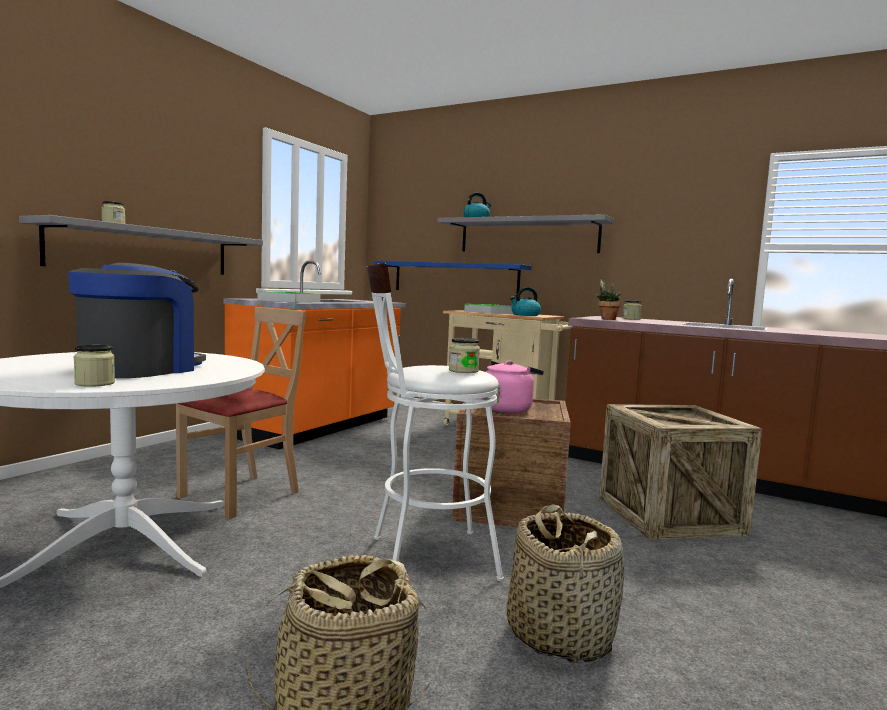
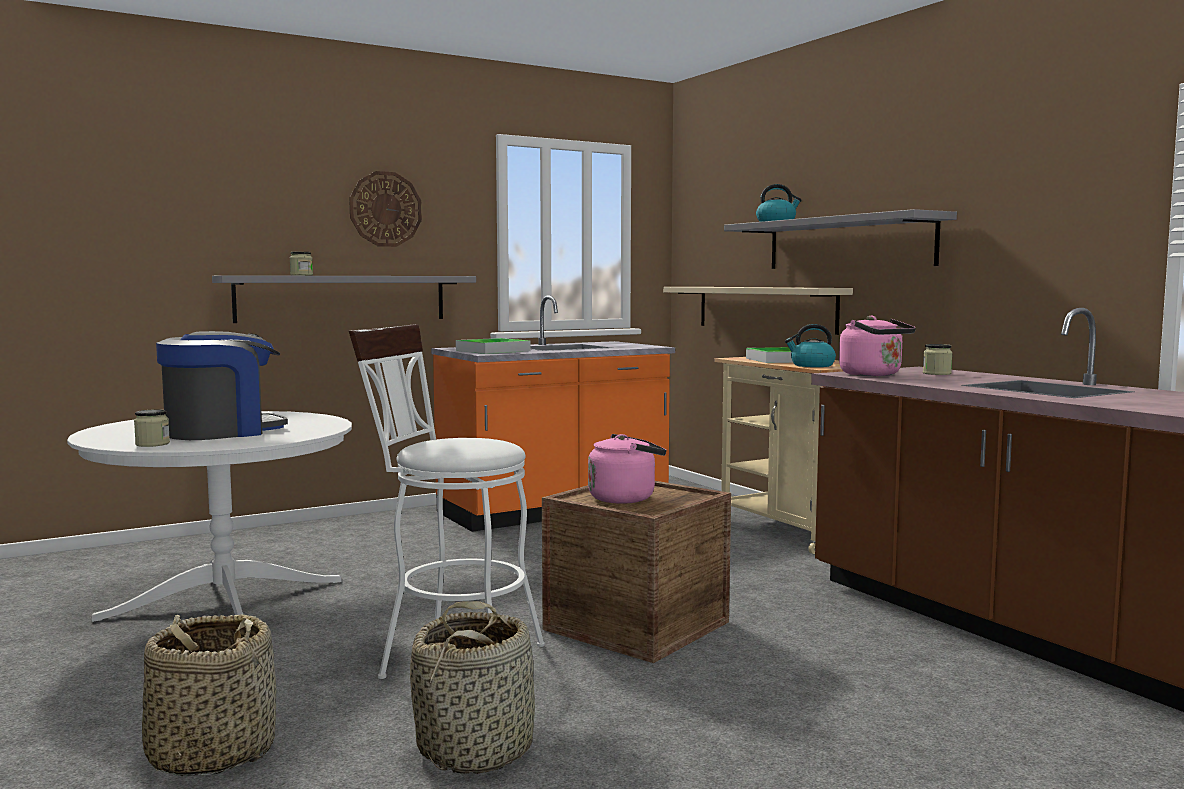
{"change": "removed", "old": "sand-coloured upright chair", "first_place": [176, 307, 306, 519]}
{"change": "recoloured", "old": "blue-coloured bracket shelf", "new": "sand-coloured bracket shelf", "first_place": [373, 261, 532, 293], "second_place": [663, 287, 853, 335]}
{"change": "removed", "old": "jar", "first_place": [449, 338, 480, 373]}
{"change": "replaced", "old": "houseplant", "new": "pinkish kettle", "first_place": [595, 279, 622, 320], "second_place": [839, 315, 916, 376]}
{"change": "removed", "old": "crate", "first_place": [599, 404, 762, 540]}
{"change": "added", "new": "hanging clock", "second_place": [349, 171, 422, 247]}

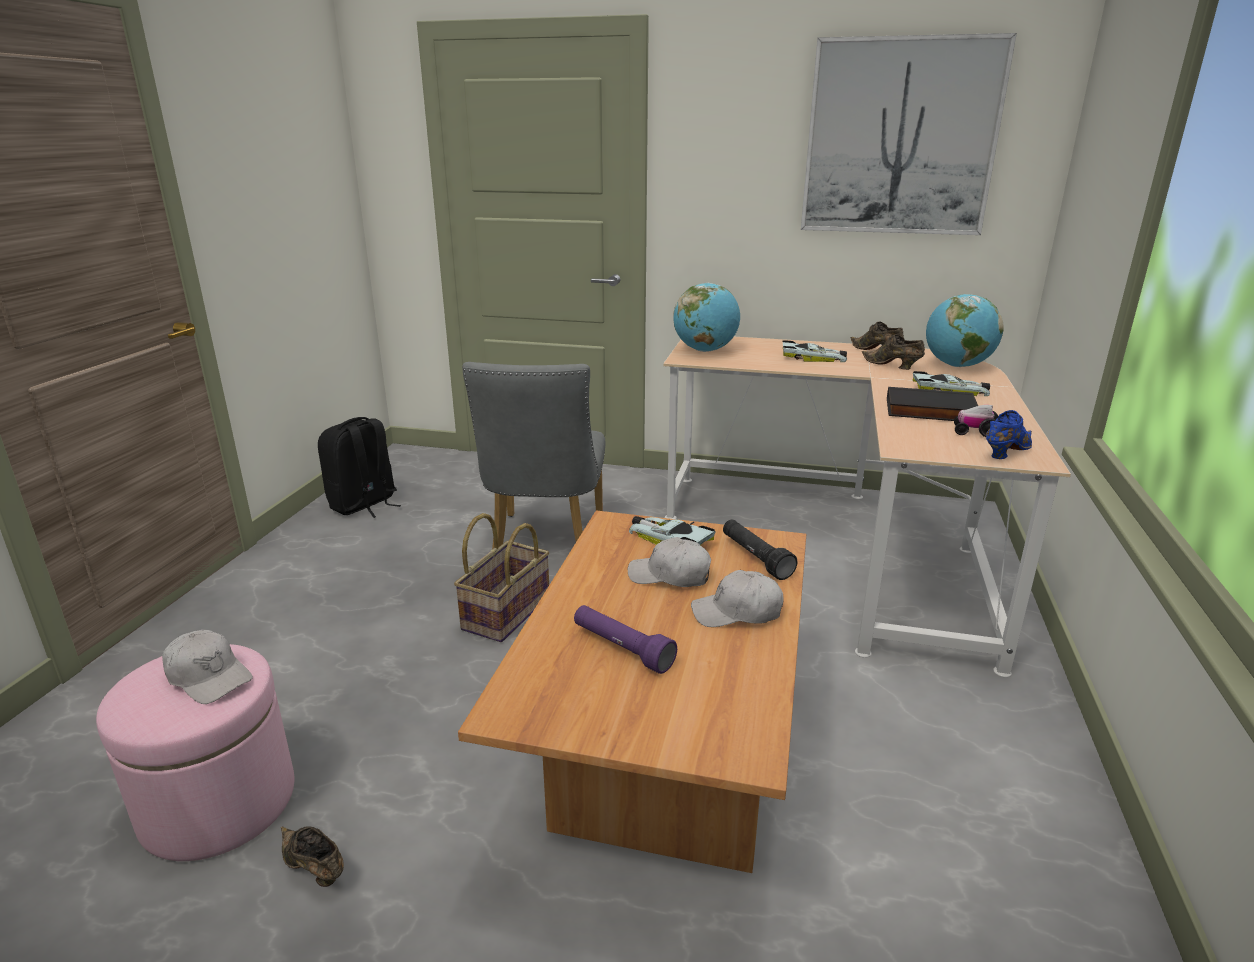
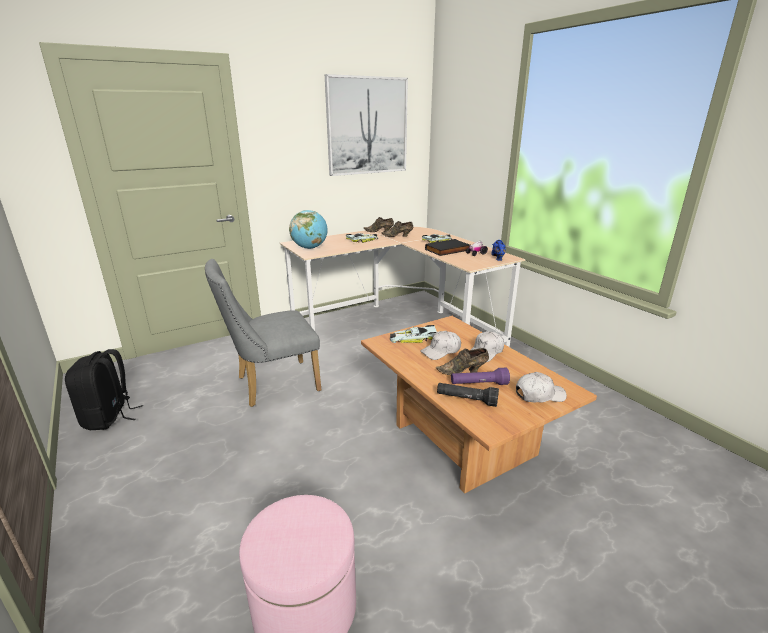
{"change": "moved", "old": "white cap", "first_place": [162, 630, 253, 704], "second_place": [516, 372, 567, 403]}
{"change": "moved", "old": "brownish shoe", "first_place": [281, 826, 344, 887], "second_place": [436, 348, 489, 375]}
{"change": "removed", "old": "household basket", "first_place": [454, 513, 549, 642]}
{"change": "turned", "old": "grey upright chair", "first_place": [462, 362, 605, 549], "second_place": [205, 259, 321, 407], "degrees": 105}
{"change": "moved", "old": "black-coloured hand torch", "first_place": [723, 519, 797, 580], "second_place": [437, 383, 499, 407]}
{"change": "removed", "old": "globe", "first_place": [926, 294, 1004, 367]}

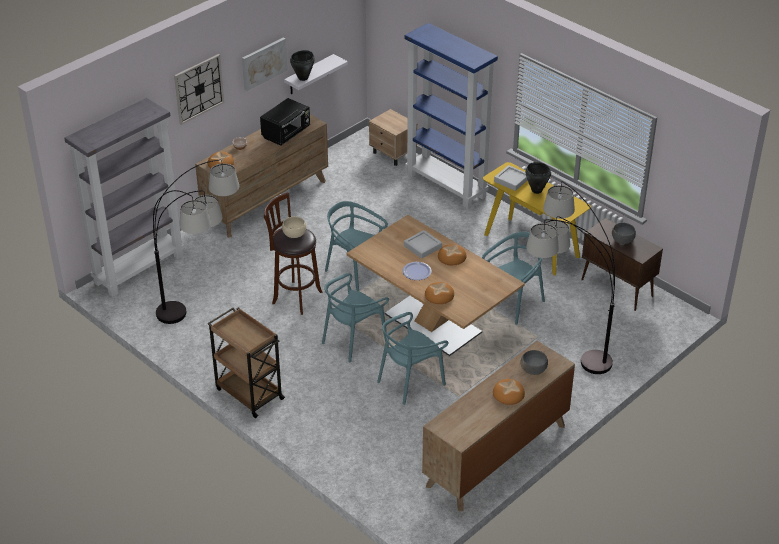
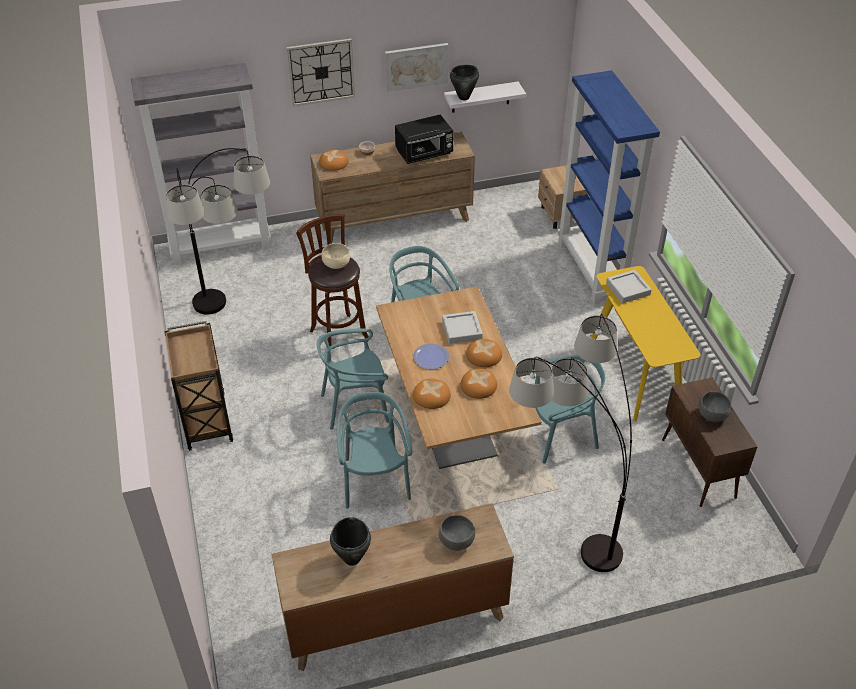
{"change": "turned", "old": "turquoise-coloured upright chair", "first_place": [377, 312, 448, 405], "second_place": [337, 392, 412, 509], "degrees": 90}
{"change": "moved", "old": "bakery bread", "first_place": [493, 379, 525, 405], "second_place": [461, 368, 497, 399]}
{"change": "moved", "old": "black-coloured stockpot", "first_place": [526, 162, 551, 194], "second_place": [330, 517, 371, 566]}

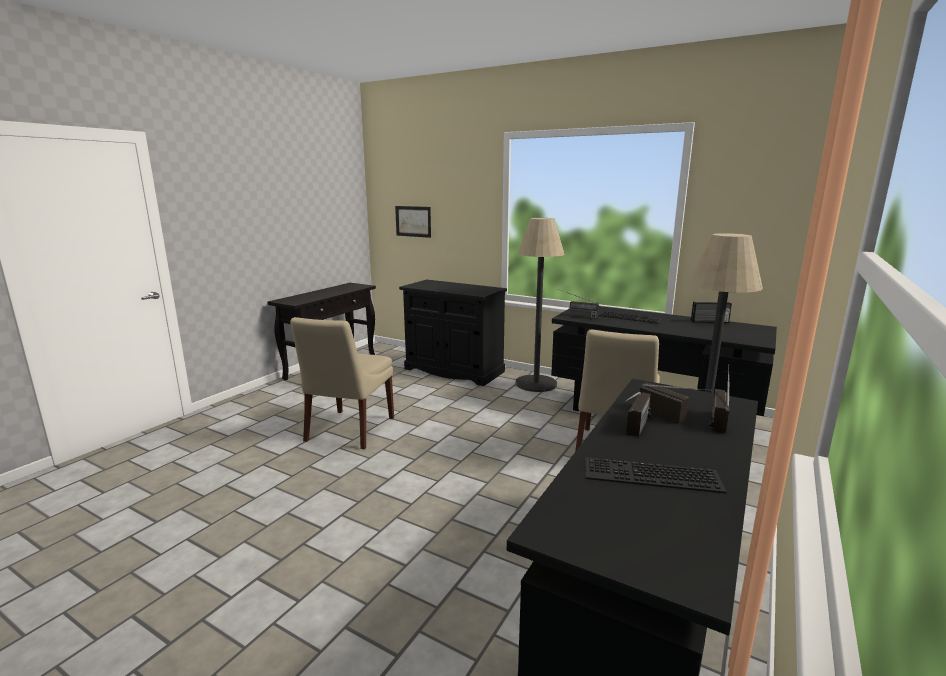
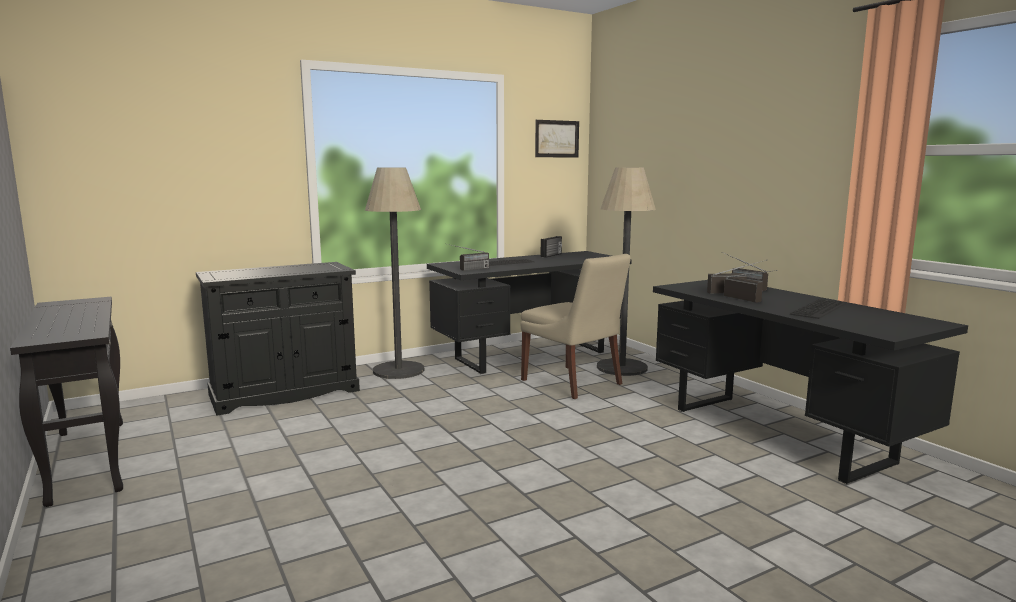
{"change": "removed", "old": "sand-coloured upright chair", "first_place": [290, 317, 394, 449]}
{"change": "moved", "old": "picture", "first_place": [395, 206, 431, 238], "second_place": [535, 120, 579, 158]}

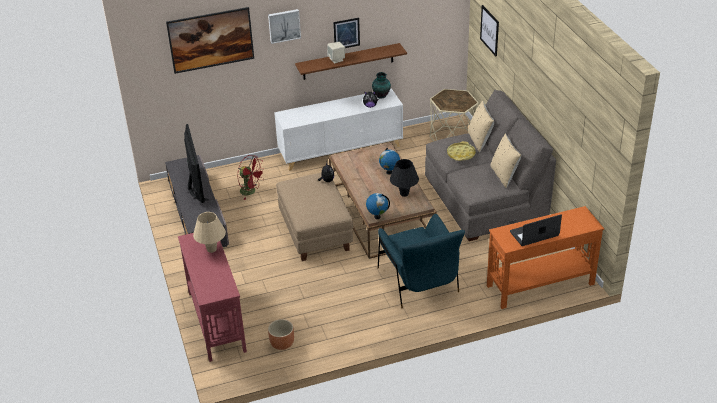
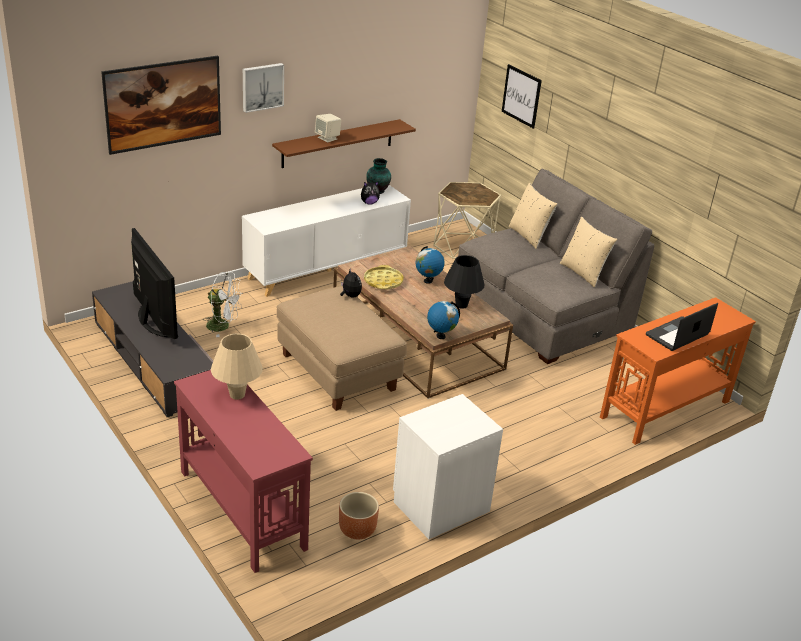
{"change": "recoloured", "old": "red-coloured cooling fan", "new": "white cooling fan", "first_place": [238, 155, 265, 200], "second_place": [203, 272, 243, 337]}
{"change": "removed", "old": "picture", "first_place": [333, 18, 360, 48]}
{"change": "removed", "old": "blue-coloured easy chair", "first_place": [378, 214, 465, 308]}
{"change": "moved", "old": "yellowish tray", "first_place": [447, 141, 476, 161], "second_place": [364, 265, 404, 289]}
{"change": "added", "new": "white nightstand", "second_place": [393, 394, 503, 539]}

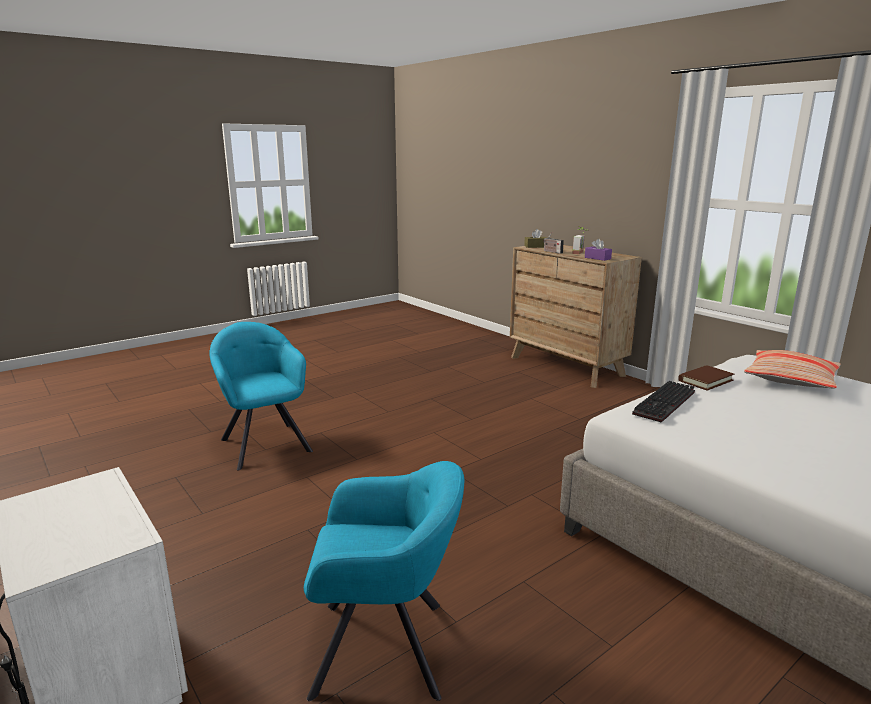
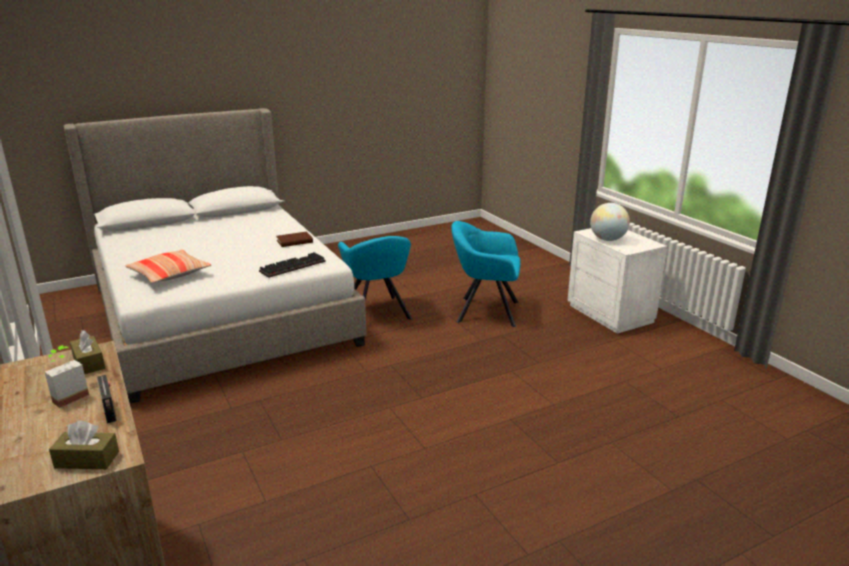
{"change": "moved", "old": "turquoise-coloured easy chair", "first_place": [209, 322, 313, 470], "second_place": [338, 236, 412, 320]}
{"change": "recoloured", "old": "purplish tissue box", "new": "brownish tissue box", "first_place": [585, 239, 612, 261], "second_place": [70, 330, 105, 374]}
{"change": "moved", "old": "brownish volume", "first_place": [678, 365, 734, 391], "second_place": [276, 232, 313, 247]}
{"change": "added", "new": "globe", "second_place": [590, 203, 630, 241]}

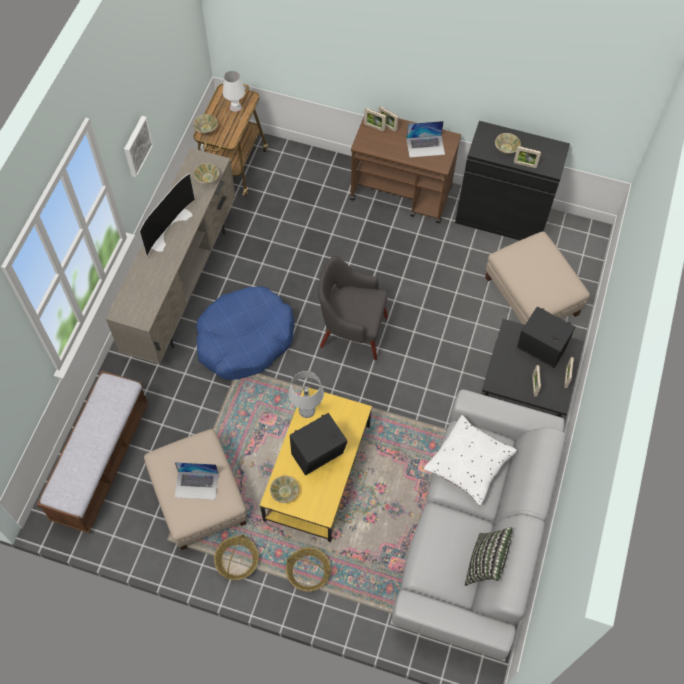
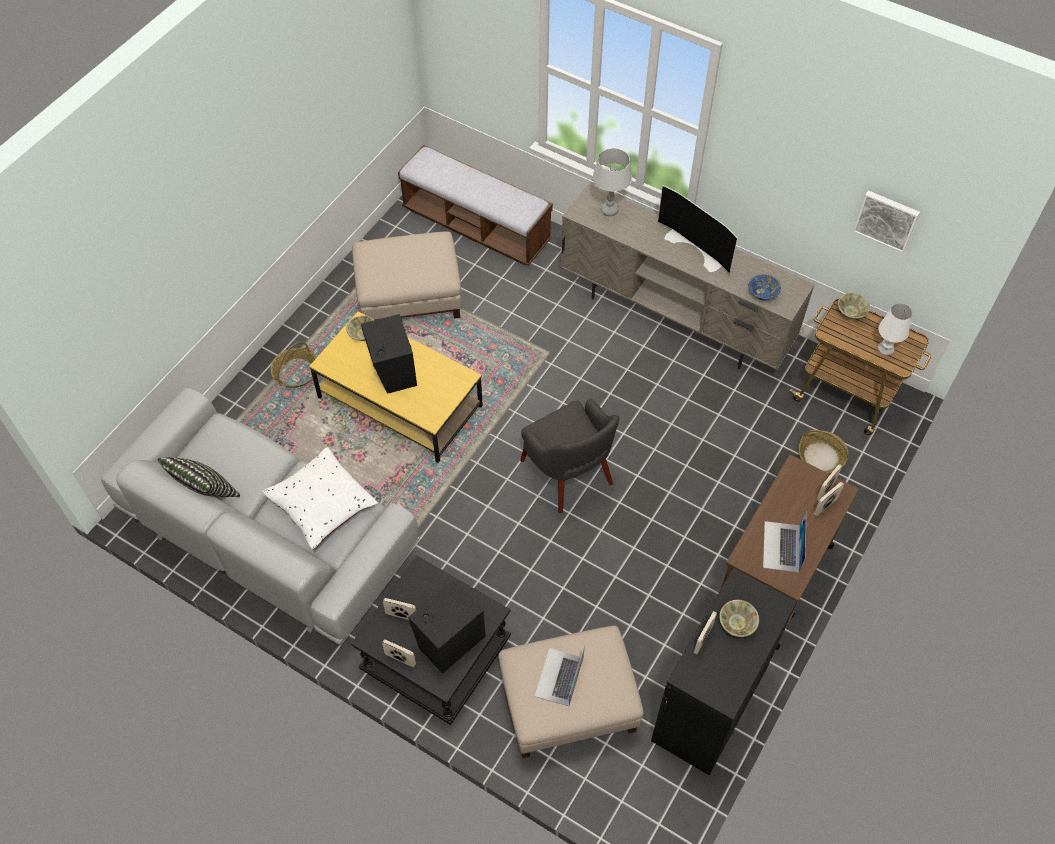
{"change": "moved", "old": "picture", "first_place": [124, 116, 153, 178], "second_place": [853, 190, 920, 253]}
{"change": "moved", "old": "portable computer", "first_place": [175, 462, 219, 500], "second_place": [535, 645, 585, 706]}
{"change": "recoloured", "old": "sand-coloured bowl", "new": "blue-coloured bowl", "first_place": [194, 163, 219, 184], "second_place": [749, 274, 781, 301]}
{"change": "removed", "old": "blue-coloured dog bed", "first_place": [197, 286, 294, 380]}
{"change": "moved", "old": "household basket", "first_place": [214, 535, 259, 580], "second_place": [798, 430, 849, 473]}
{"change": "moved", "old": "grey lamp for a table", "first_place": [288, 371, 324, 418], "second_place": [593, 148, 632, 216]}
{"change": "turned", "old": "grey easy chair", "first_place": [318, 256, 388, 361], "second_place": [520, 399, 619, 513], "degrees": 120}

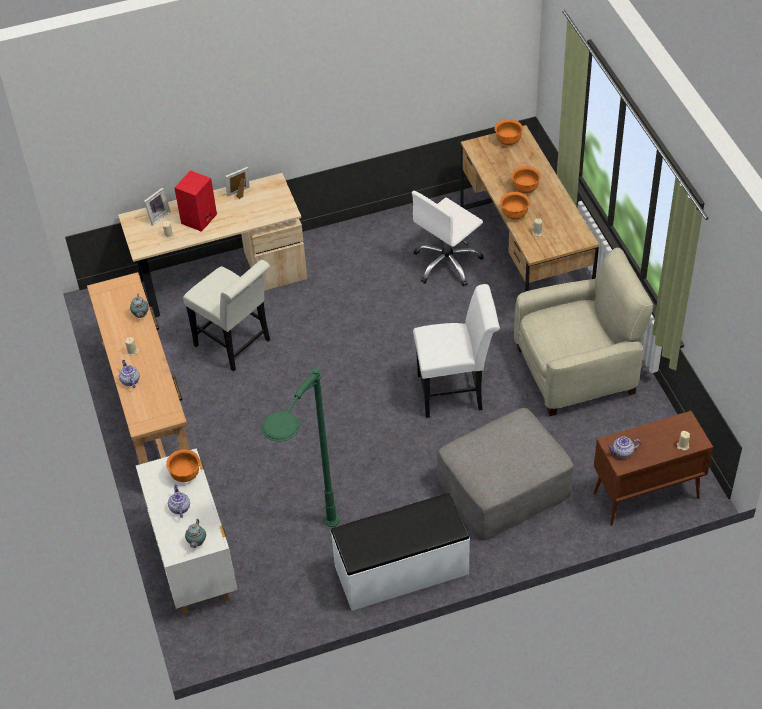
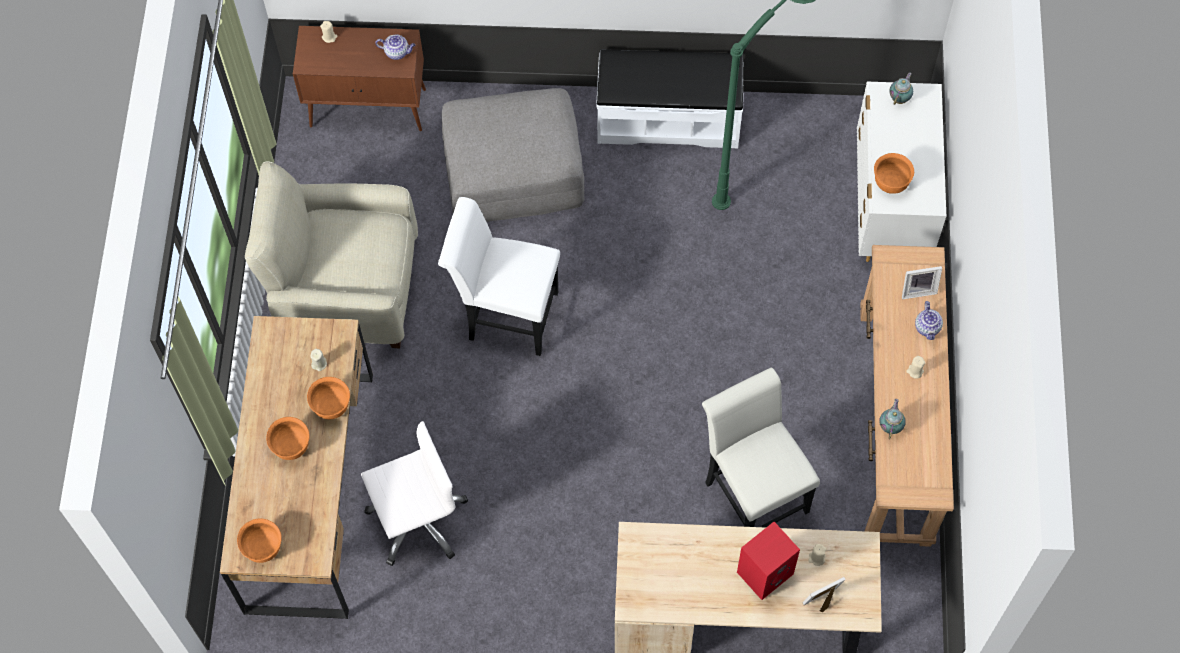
{"change": "removed", "old": "tea pot", "first_place": [168, 485, 190, 518]}
{"change": "moved", "old": "picture frame", "first_place": [225, 167, 249, 199], "second_place": [902, 266, 942, 299]}

